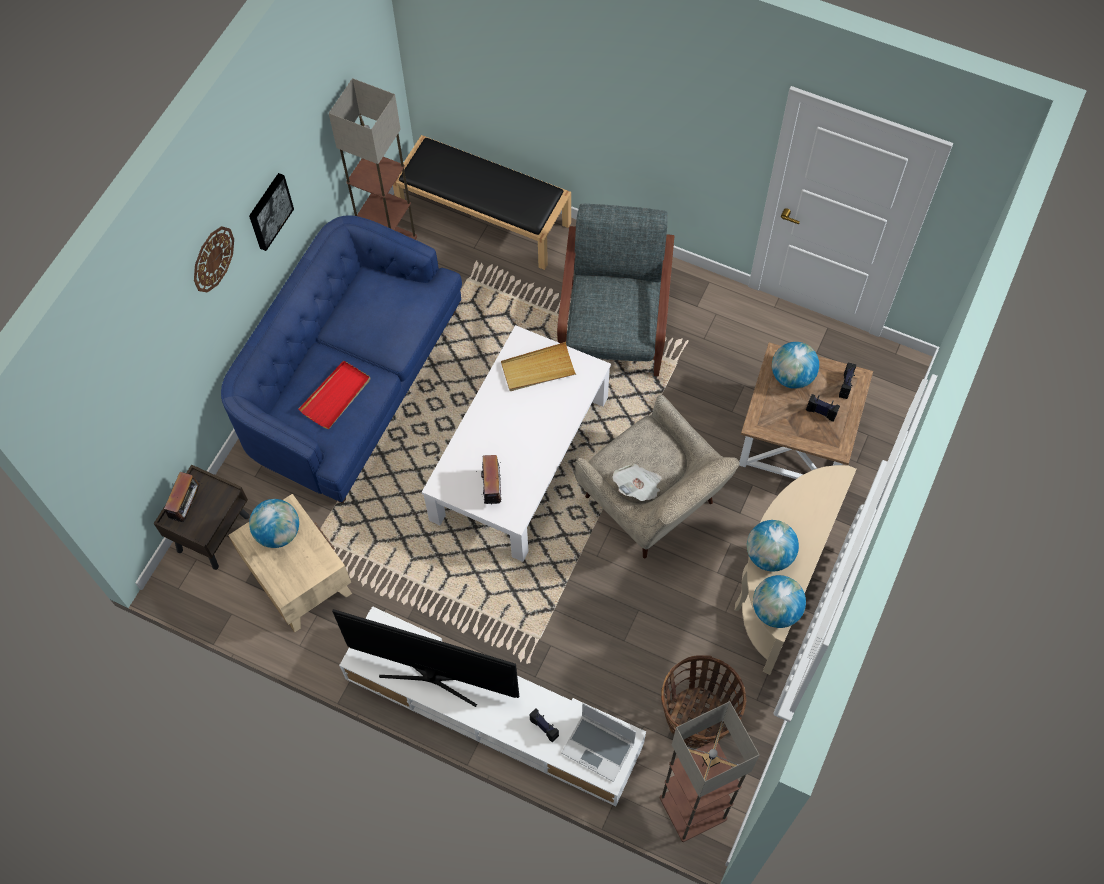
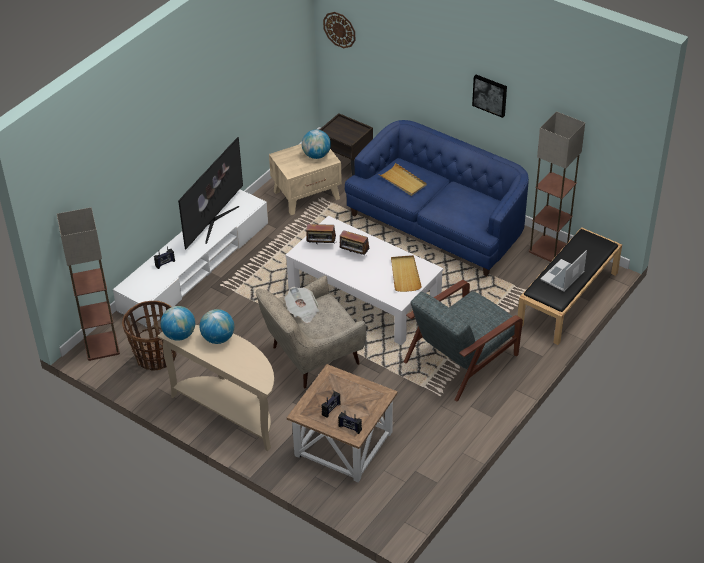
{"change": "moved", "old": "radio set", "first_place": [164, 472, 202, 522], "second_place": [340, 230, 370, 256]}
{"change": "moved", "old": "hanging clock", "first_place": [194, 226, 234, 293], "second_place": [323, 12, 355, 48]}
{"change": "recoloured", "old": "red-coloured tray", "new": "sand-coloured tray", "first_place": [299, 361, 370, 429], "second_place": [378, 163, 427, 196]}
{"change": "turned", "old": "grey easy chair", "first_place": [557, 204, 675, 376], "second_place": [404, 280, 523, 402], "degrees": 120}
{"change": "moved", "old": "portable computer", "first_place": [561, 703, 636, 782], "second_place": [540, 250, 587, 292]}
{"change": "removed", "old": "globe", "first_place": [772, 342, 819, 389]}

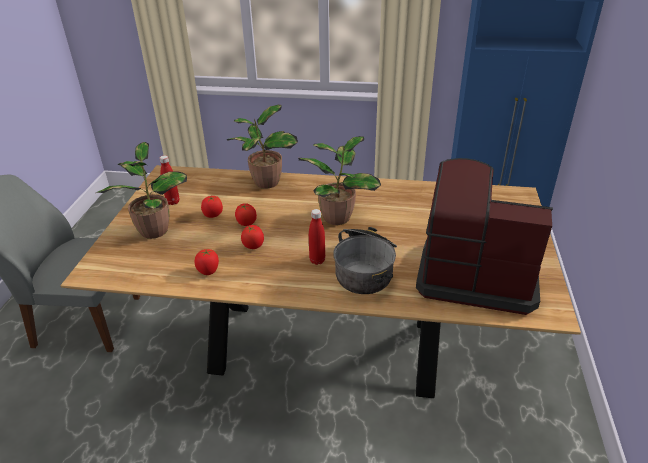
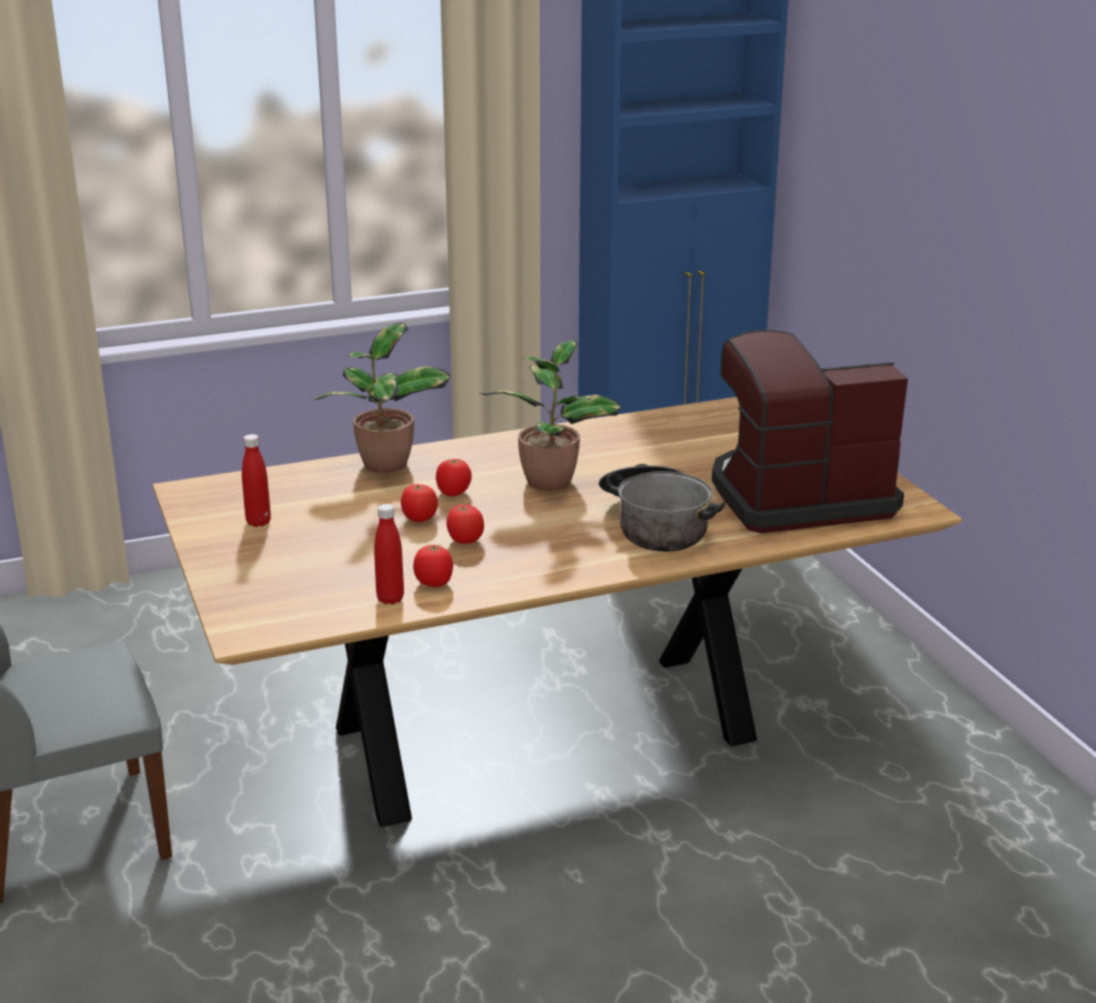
{"change": "removed", "old": "houseplant", "first_place": [96, 142, 187, 239]}
{"change": "moved", "old": "whole tomato", "first_place": [201, 196, 223, 218], "second_place": [436, 459, 472, 496]}
{"change": "moved", "old": "red-coloured bottle", "first_place": [309, 209, 325, 265], "second_place": [374, 504, 404, 604]}

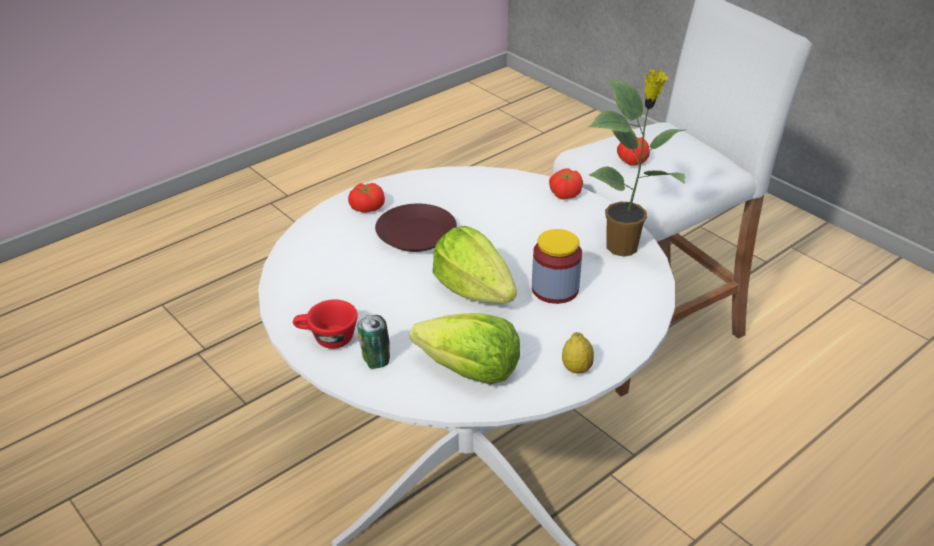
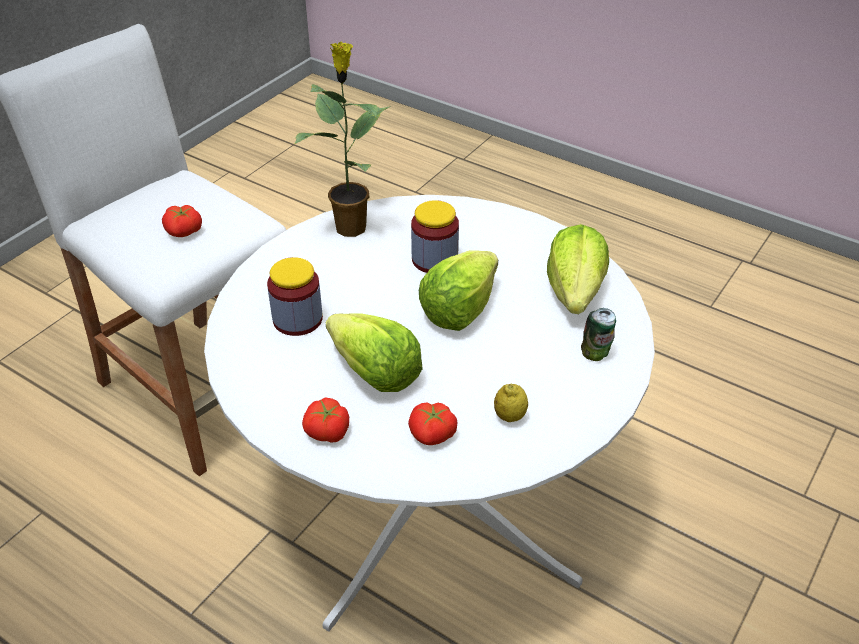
{"change": "removed", "old": "red-coloured cup", "first_place": [293, 300, 358, 349]}
{"change": "replaced", "old": "brownish plate", "new": "head of lettuce", "first_place": [375, 204, 457, 252], "second_place": [326, 314, 423, 392]}
{"change": "moved", "old": "whole tomato", "first_place": [549, 169, 583, 200], "second_place": [408, 402, 458, 445]}
{"change": "moved", "old": "whole lemon", "first_place": [562, 332, 594, 374], "second_place": [494, 384, 528, 422]}
{"change": "added", "new": "jar", "second_place": [267, 257, 323, 336]}

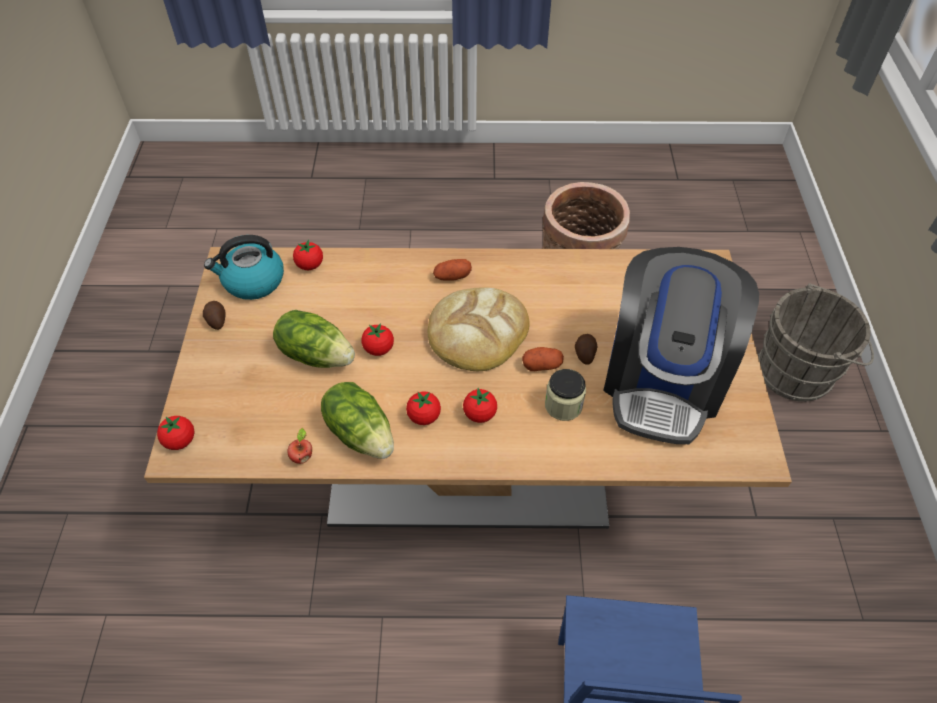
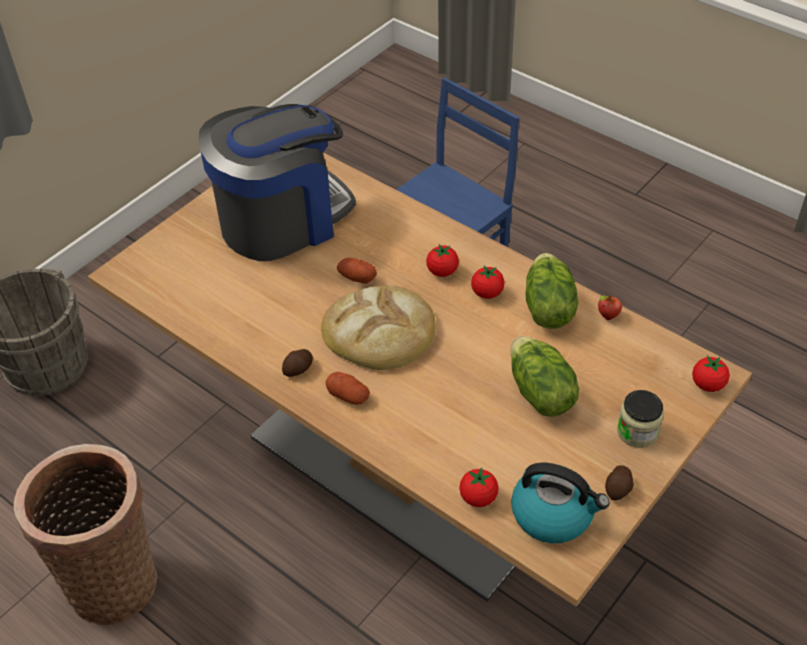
{"change": "removed", "old": "whole tomato", "first_place": [361, 323, 394, 356]}
{"change": "moved", "old": "jar", "first_place": [545, 369, 586, 421], "second_place": [617, 390, 664, 448]}
{"change": "moved", "old": "spud", "first_place": [575, 334, 598, 365], "second_place": [282, 349, 313, 377]}

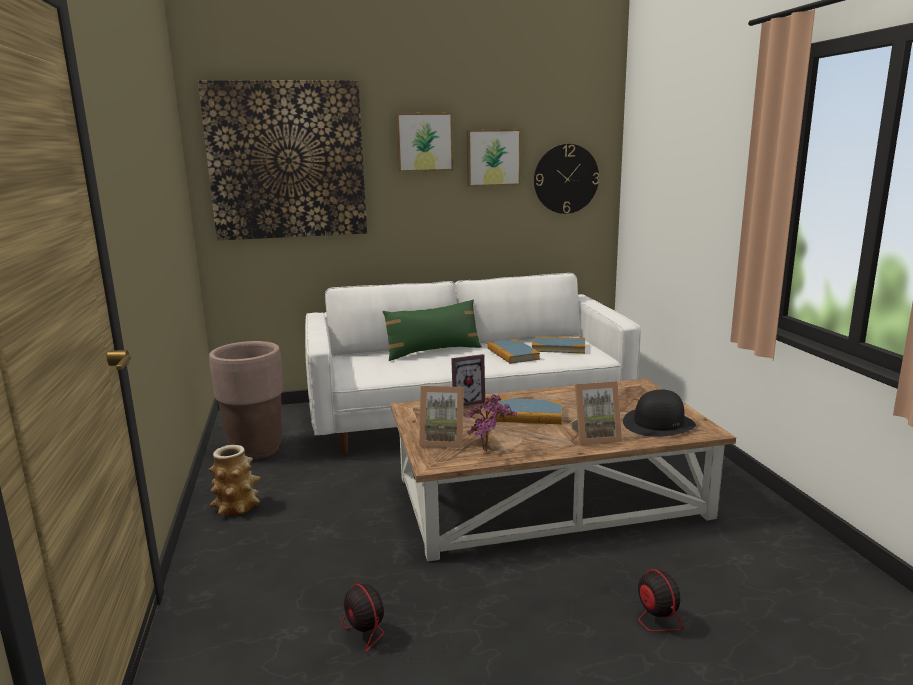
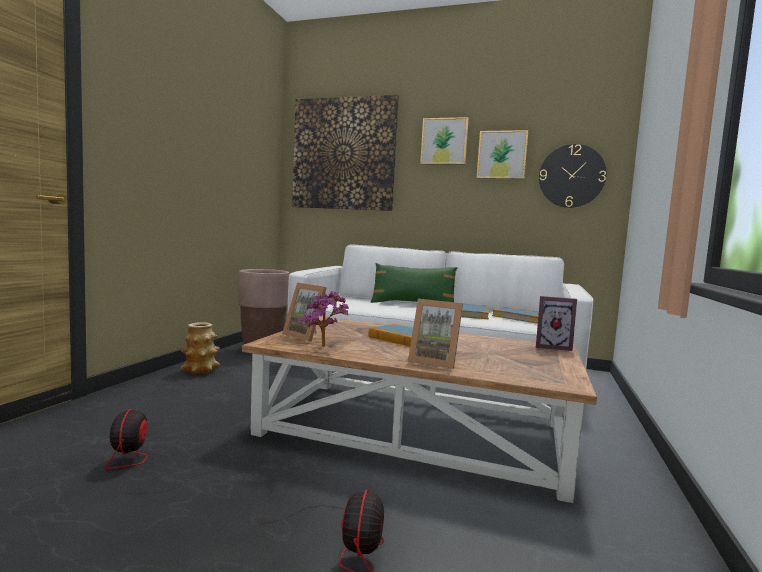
{"change": "moved", "old": "picture frame", "first_place": [451, 354, 485, 406], "second_place": [536, 296, 577, 351]}
{"change": "removed", "old": "black-coloured wearable hat", "first_place": [623, 390, 696, 437]}

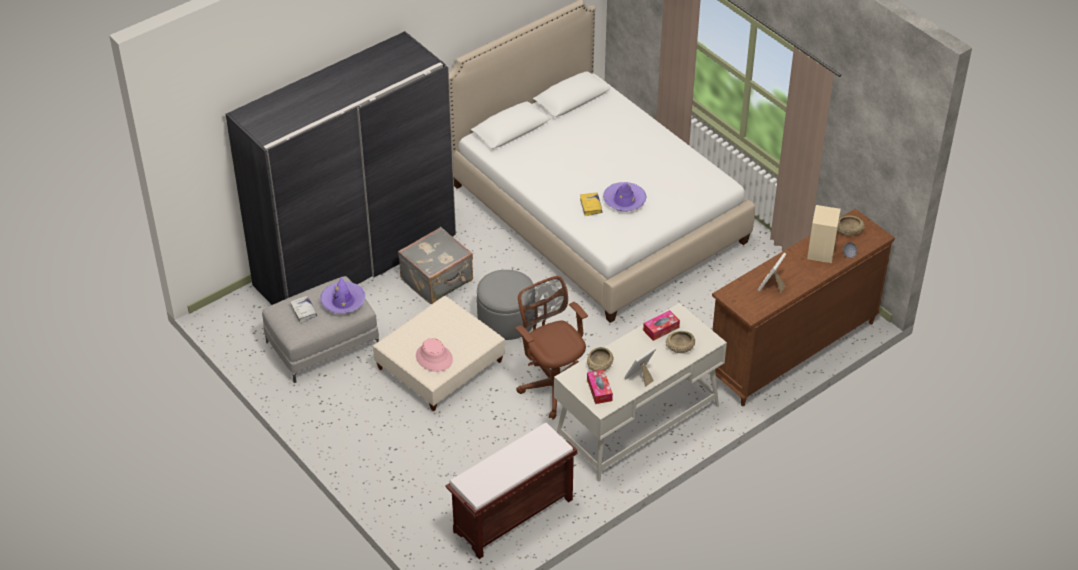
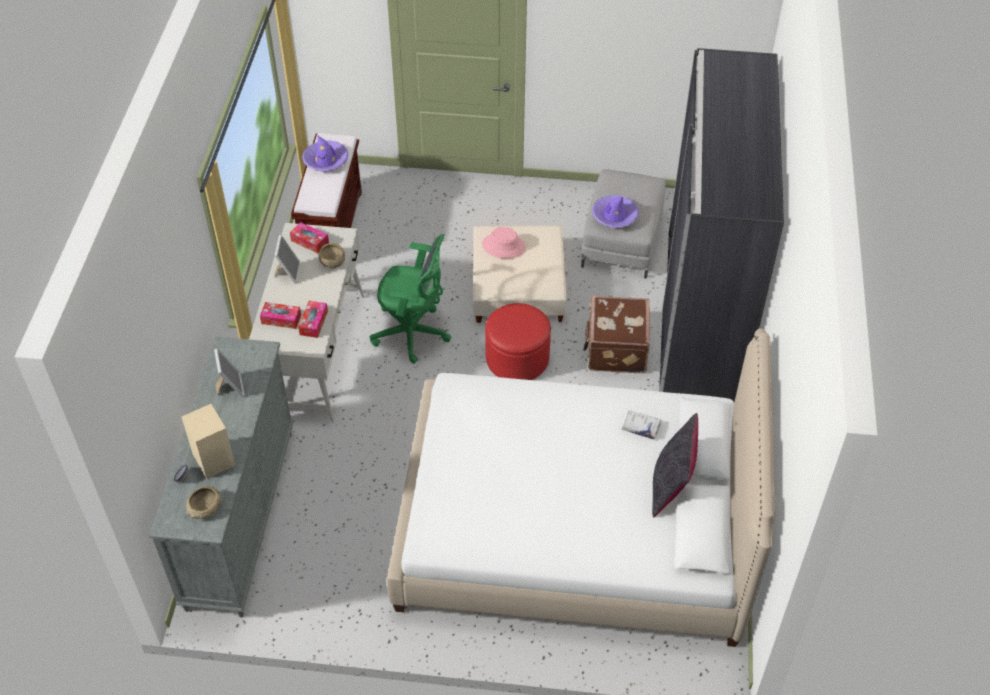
{"change": "moved", "old": "white volume", "first_place": [290, 296, 317, 323], "second_place": [622, 410, 661, 439]}
{"change": "recoloured", "old": "grey suitcase", "new": "brownish suitcase", "first_place": [398, 227, 473, 304], "second_place": [583, 295, 650, 373]}
{"change": "recoloured", "old": "grey ottoman", "new": "red-coloured ottoman", "first_place": [477, 270, 535, 340], "second_place": [485, 303, 551, 380]}
{"change": "recoloured", "old": "brownish office chair", "new": "greenish office chair", "first_place": [515, 276, 588, 420], "second_place": [370, 234, 452, 364]}
{"change": "removed", "old": "yellowish volume", "first_place": [580, 192, 602, 216]}
{"change": "moved", "old": "purplish wearable hat", "first_place": [603, 182, 647, 211], "second_place": [302, 136, 349, 172]}
{"change": "replaced", "old": "sand-coloured bowl", "new": "tissue box", "first_place": [666, 331, 695, 353], "second_place": [260, 302, 301, 329]}
{"change": "recoloured", "old": "brownish dresser", "new": "grey dresser", "first_place": [710, 209, 895, 406], "second_place": [149, 336, 294, 618]}
{"change": "added", "new": "black-coloured throw pillow", "second_place": [652, 413, 698, 517]}

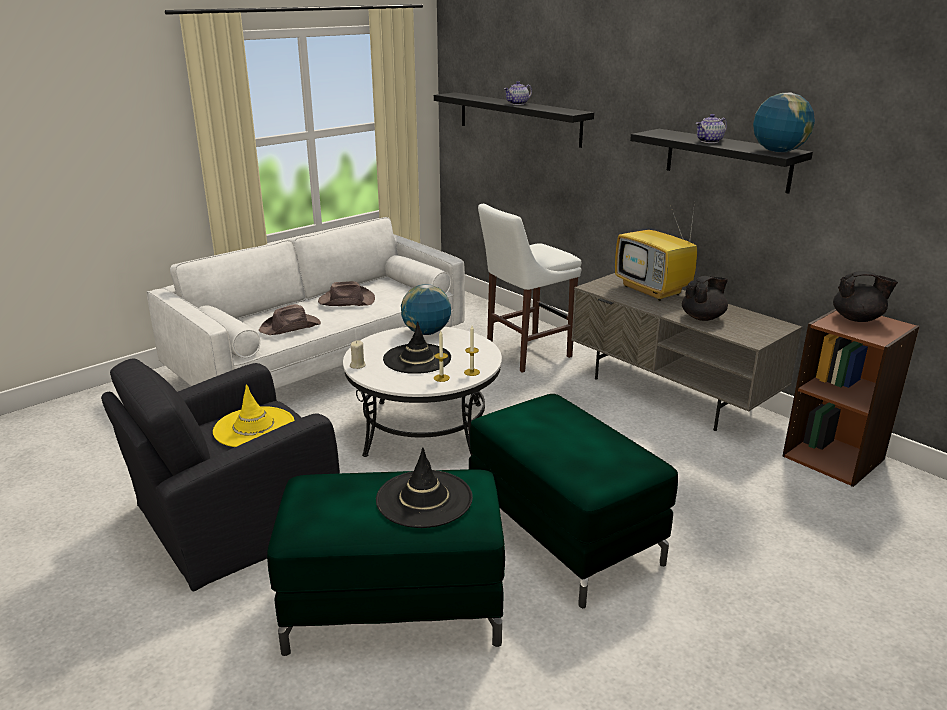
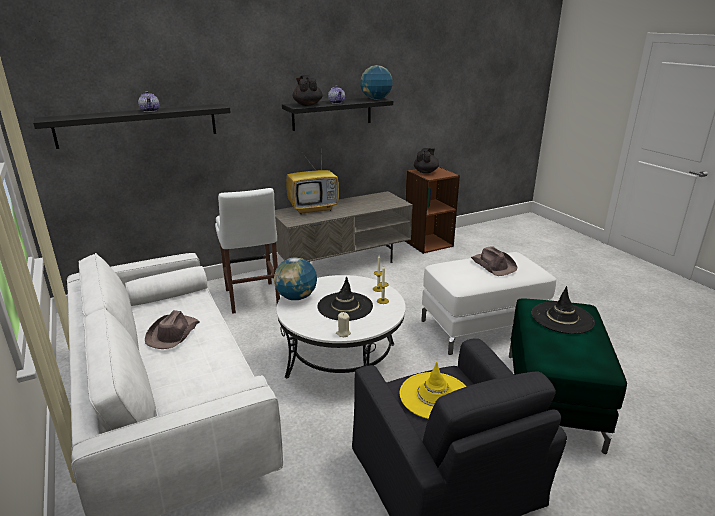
{"change": "moved", "old": "brownish wearable hat", "first_place": [259, 304, 321, 335], "second_place": [471, 246, 517, 276]}
{"change": "recoloured", "old": "greenish ottoman", "new": "white ottoman", "first_place": [469, 394, 678, 608], "second_place": [421, 252, 556, 355]}
{"change": "moved", "old": "black-coloured tea pot", "first_place": [682, 276, 728, 321], "second_place": [293, 75, 322, 106]}

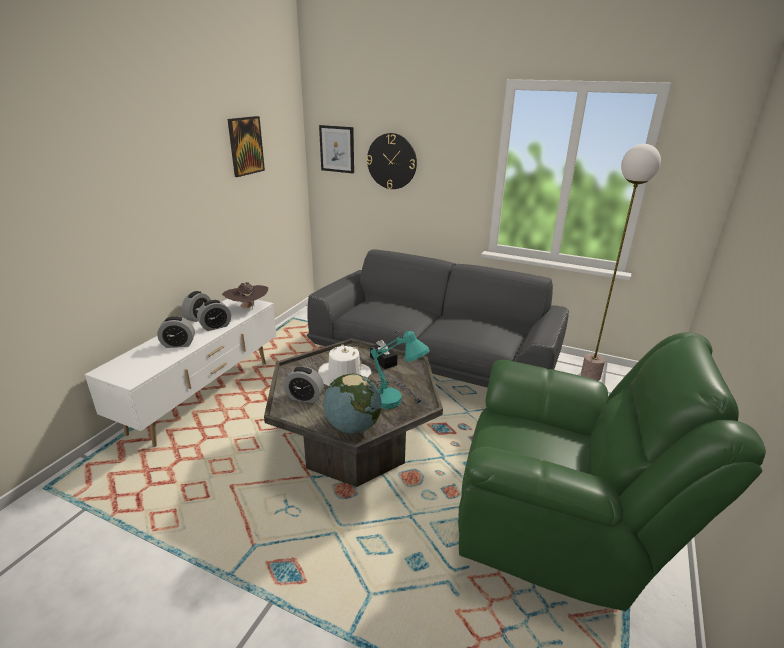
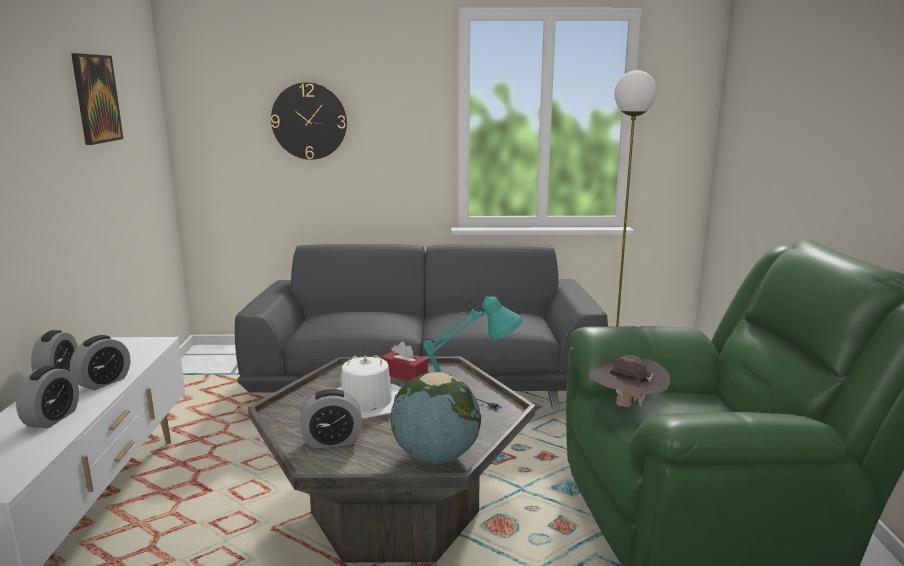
{"change": "turned", "old": "alarm clock", "first_place": [157, 316, 195, 348], "second_place": [16, 366, 79, 429], "degrees": -45}
{"change": "moved", "old": "brownish wearable hat", "first_place": [222, 282, 268, 310], "second_place": [590, 355, 670, 407]}
{"change": "removed", "old": "picture", "first_place": [319, 125, 354, 173]}
{"change": "recoloured", "old": "black-coloured tissue box", "new": "red-coloured tissue box", "first_place": [370, 340, 397, 369], "second_place": [381, 342, 428, 381]}

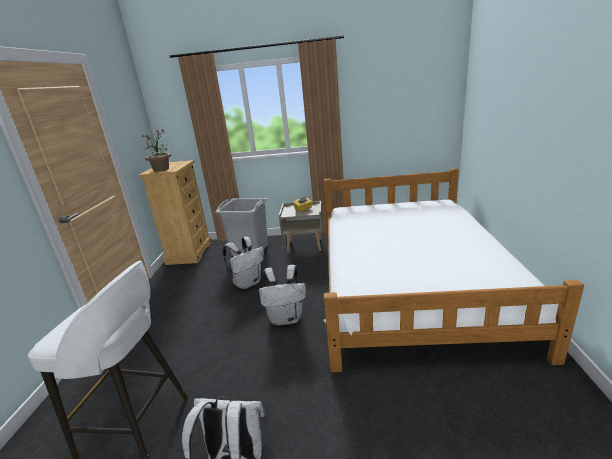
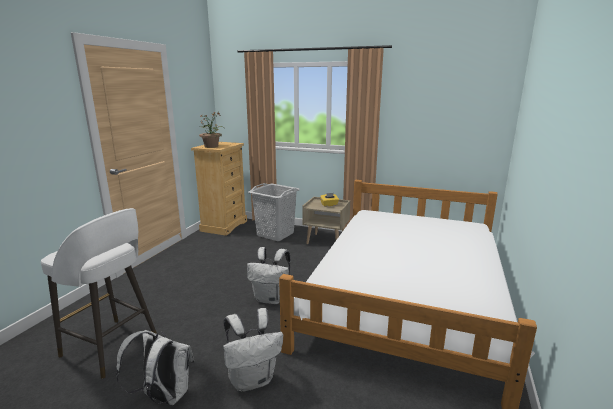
{"change": "moved", "old": "white rucksack", "first_place": [222, 237, 264, 289], "second_place": [223, 308, 283, 392]}

